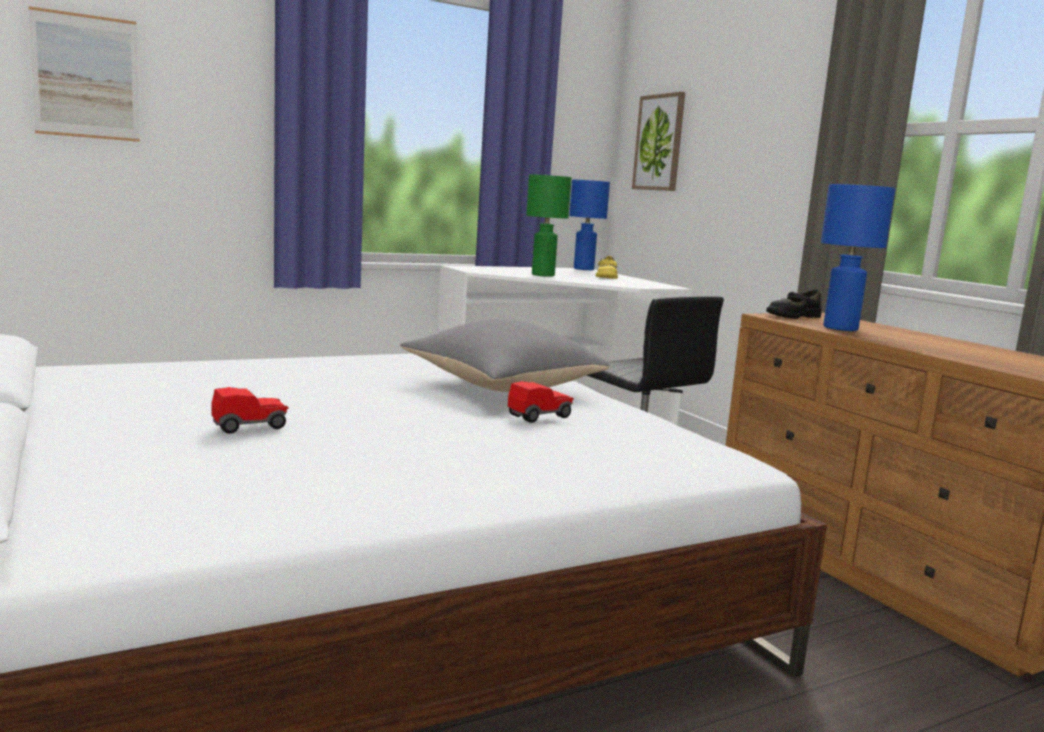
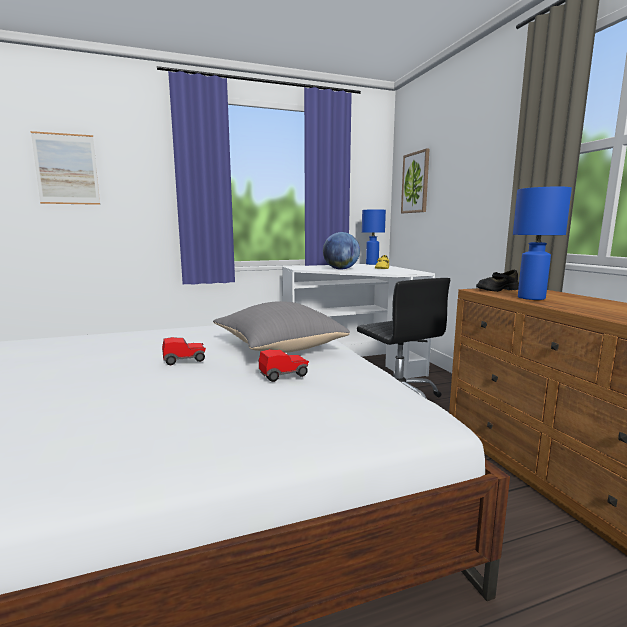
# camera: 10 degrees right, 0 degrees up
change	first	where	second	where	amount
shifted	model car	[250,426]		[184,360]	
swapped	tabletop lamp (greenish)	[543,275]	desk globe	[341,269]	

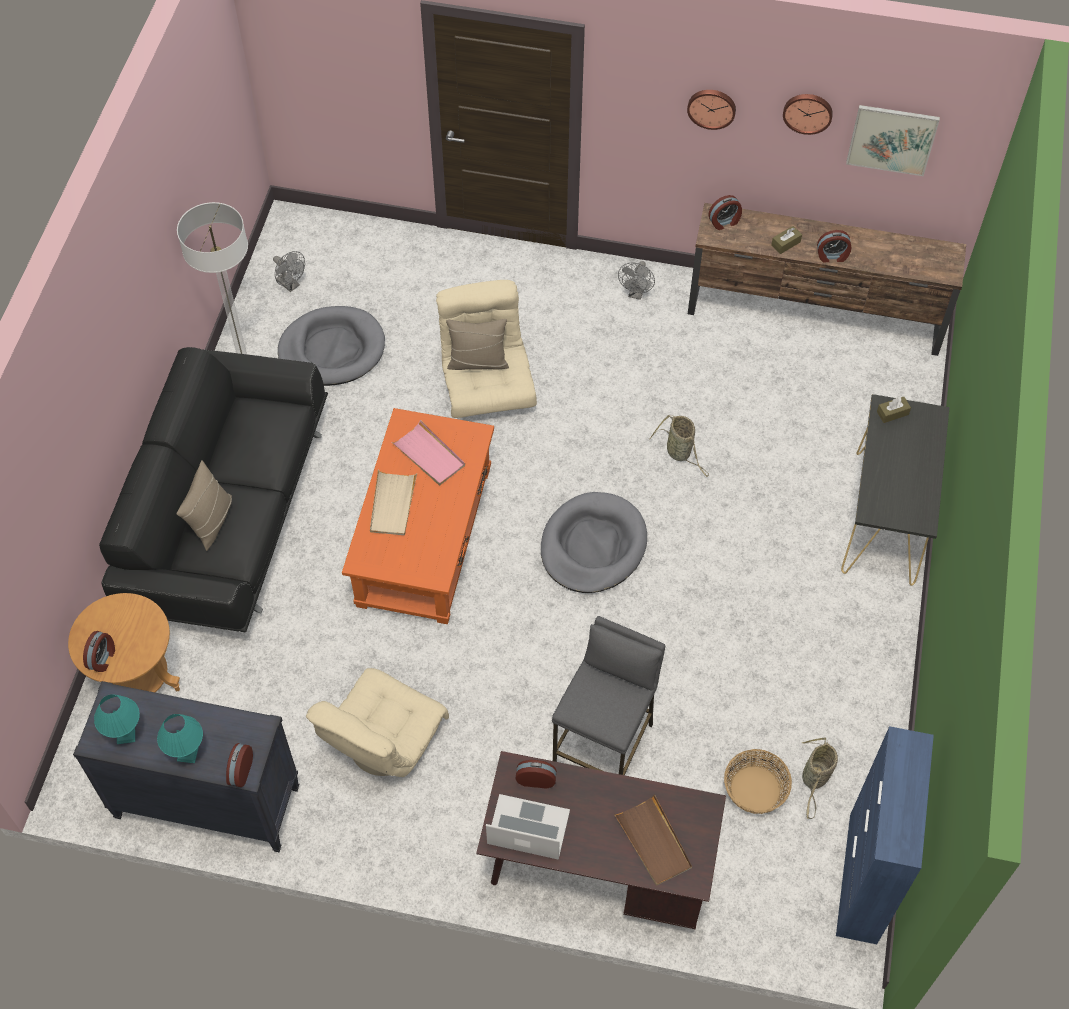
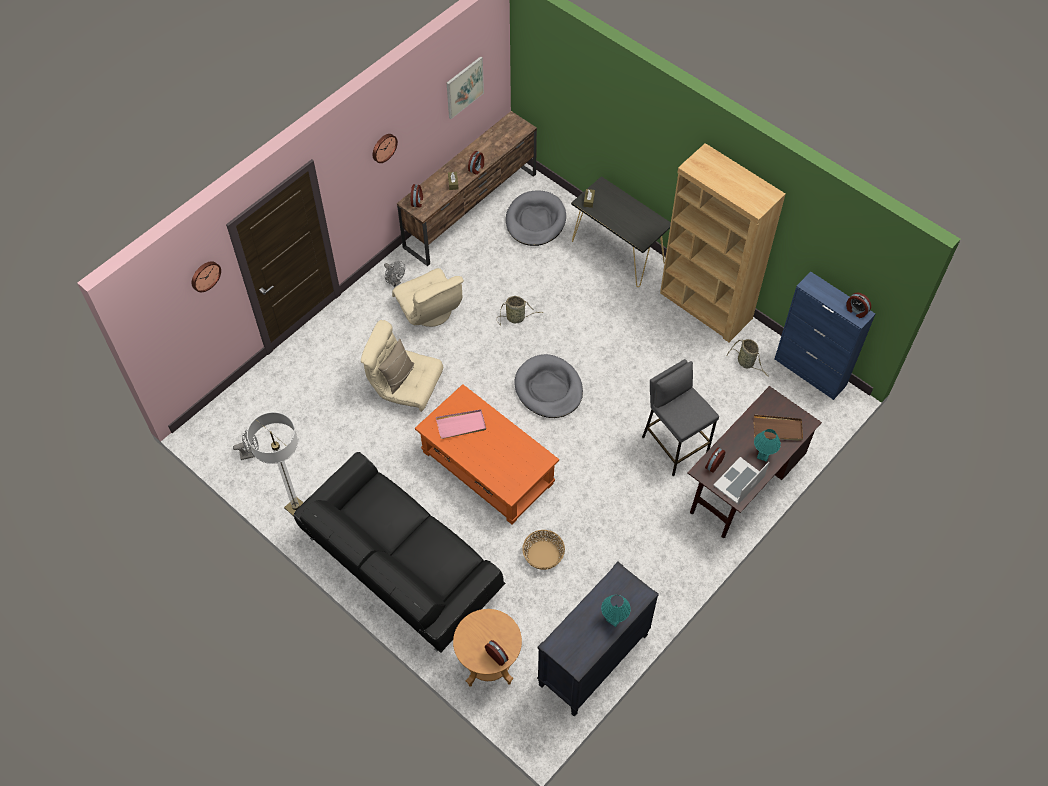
# camera: 60 degrees left, 0 degrees up
change	first	where	second	where	amount
gone	pillow (sand-coloured)	[211,521]			
gone	serving tray (sand-coloured)	[392,504]			
new			bookcase (brown-coloured)	[705,306]	
shifted	tabletop lamp (turquoise-coloured)	[125,734]		[762,455]	
shifted	table clock	[240,771]		[856,311]	
shifted	dog cushion (greyish)	[332,349]		[535,221]	
shifted	easy chair (sand-coloured)	[383,743]		[430,311]	
shifted	household basket	[755,790]		[543,555]	
shifted	clock on the wall	[808,112]		[205,275]	

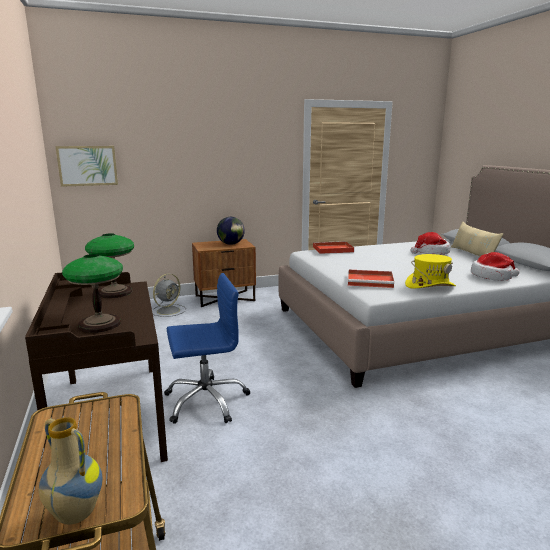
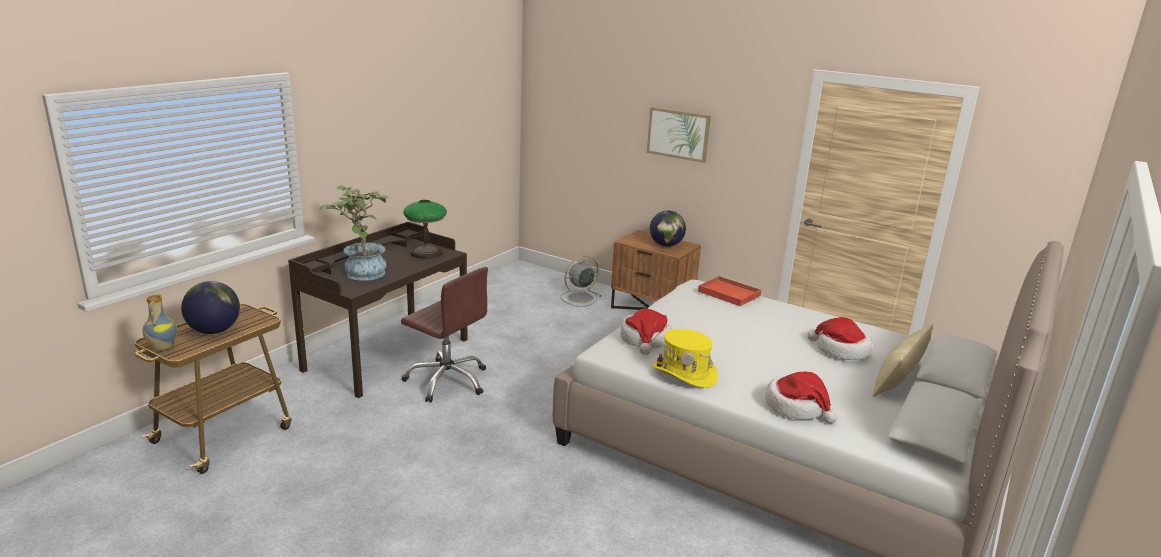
# camera: 50 degrees right, 5 degrees up
change	first	where	second	where	amount
new			desk globe	[214,331]	
shifted	picture	[87,165]		[678,134]	
swapped	tabletop lamp	[99,324]	houseplant	[361,272]	
swapped	serving tray (reddish)	[371,281]	hat	[645,340]	
repainted	office chair (bluish)	[206,401]	office chair (brown-coloured)	[447,380]	
rotated	cooling fan (greyish)	[169,310]		[579,298]	150 degrees clockwise

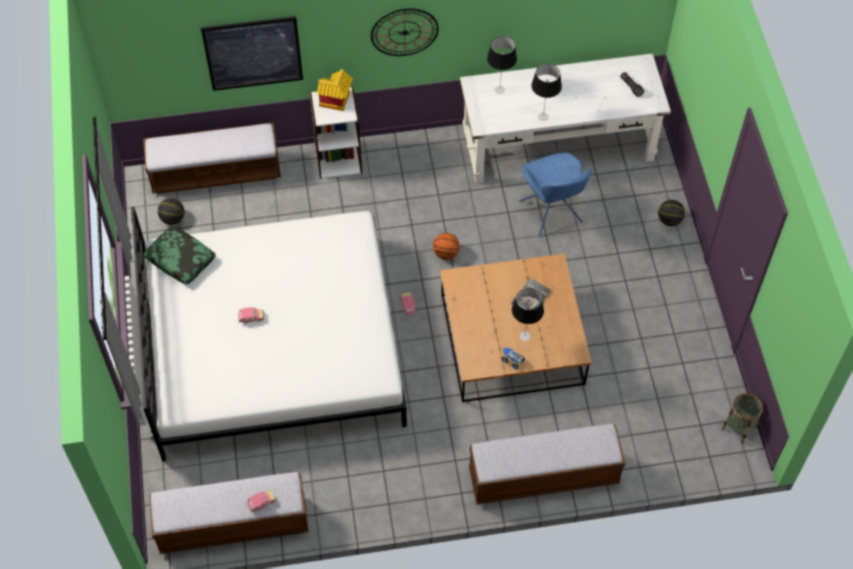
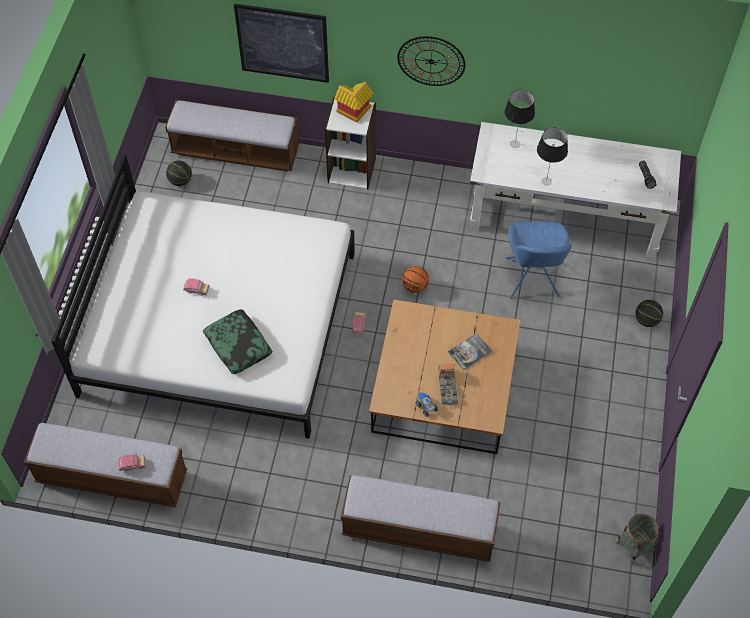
# camera: 20 degrees right, 0 degrees up
change	first	where	second	where	amount
shifted	pillow	[180,259]		[238,345]	
swapped	tabletop lamp	[524,336]	toy truck	[447,387]	

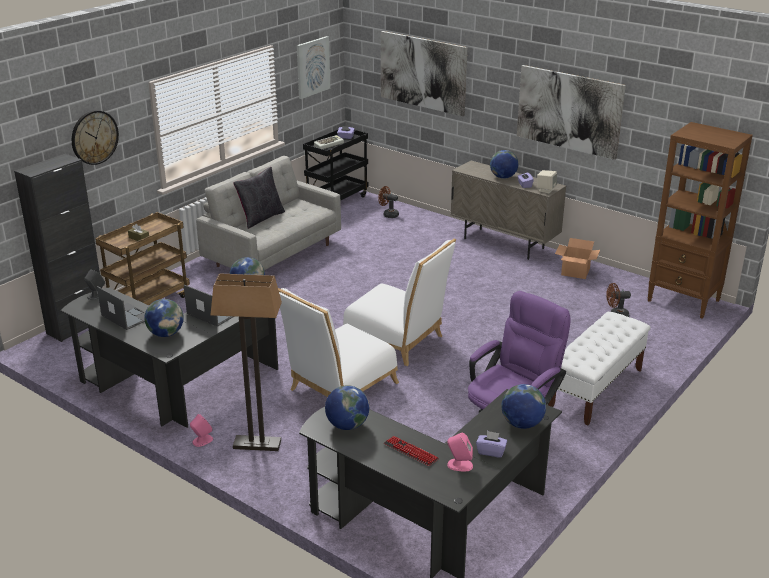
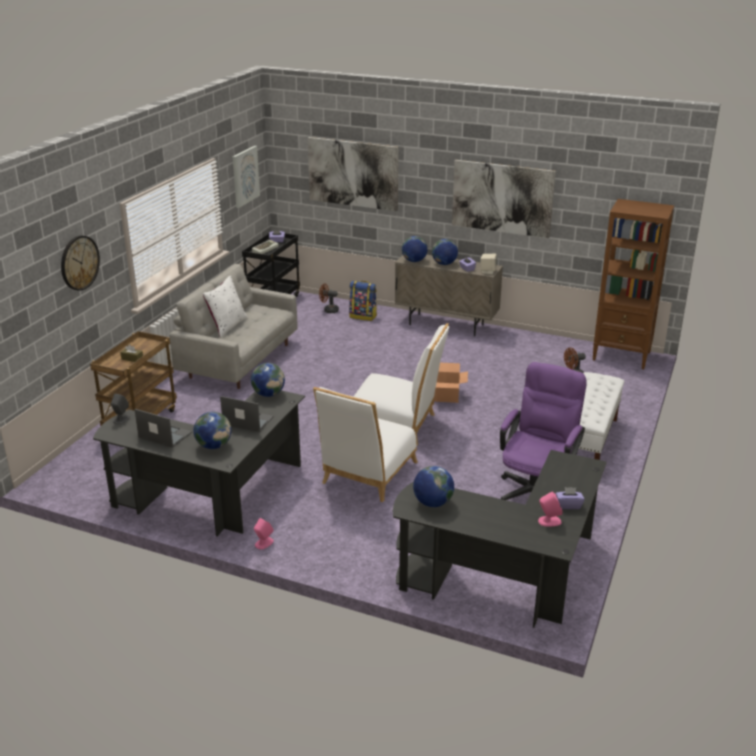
# camera: 15 degrees left, 0 degrees up
change	first	where	second	where	amount
gone	storage cabinet (black-coloured)	[77,326]			
gone	floor lamp	[256,445]			
gone	PC keyboard	[410,452]			
new			knapsack	[363,316]	
shifted	desk globe	[522,424]		[414,261]	
shifted	carton	[576,272]		[446,396]	
repainted	pillow (black-coloured)	[261,218]	pillow (white-coloured)	[227,326]	

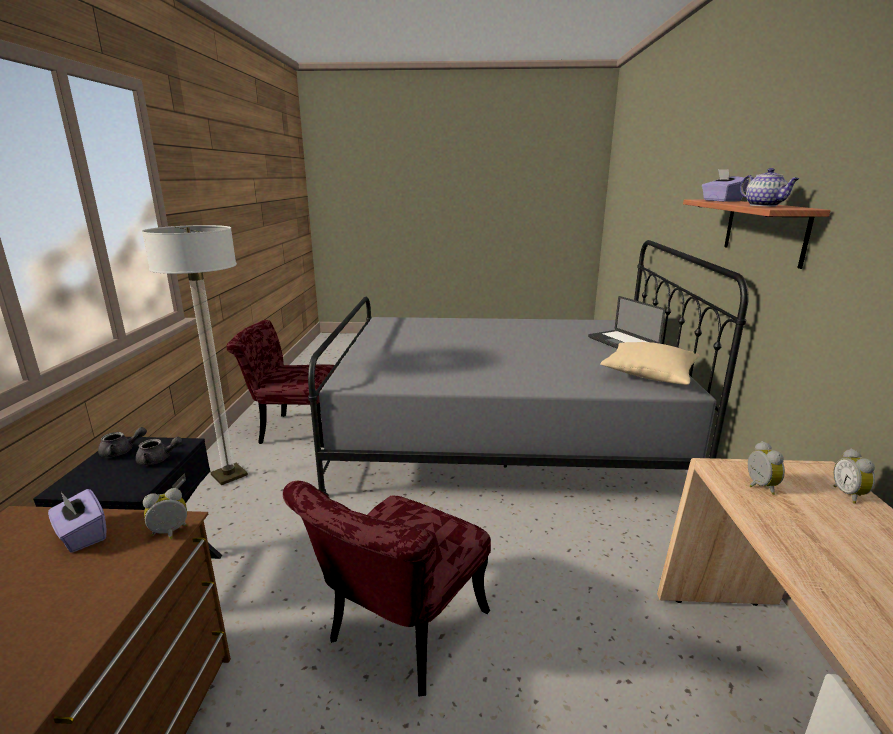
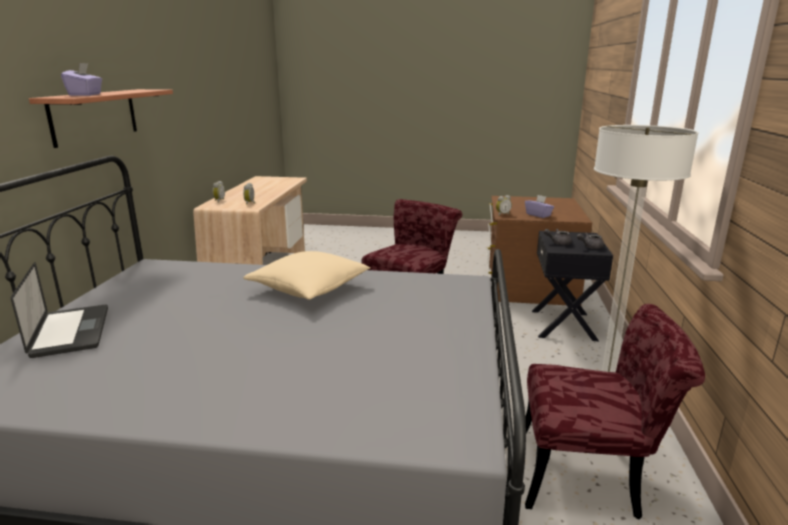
# camera: 175 degrees left, 0 degrees up
change	first	where	second	where	amount
gone	tea pot	[764,205]			
shifted	pillow (sand-coloured)	[648,374]		[309,289]	

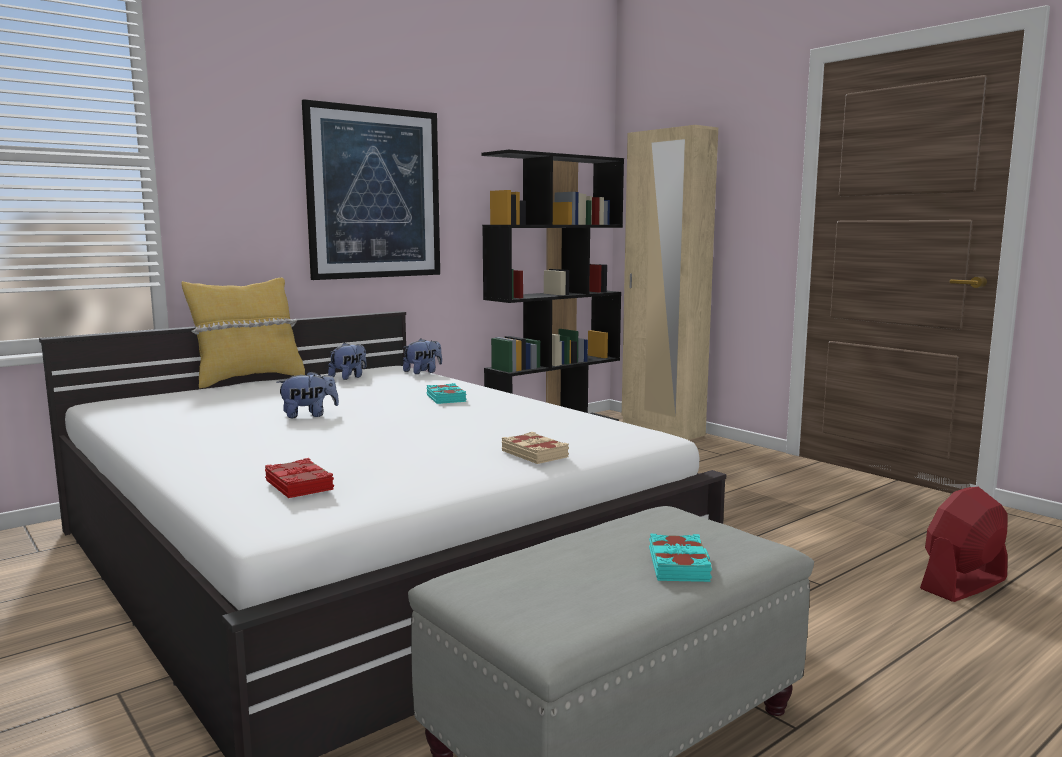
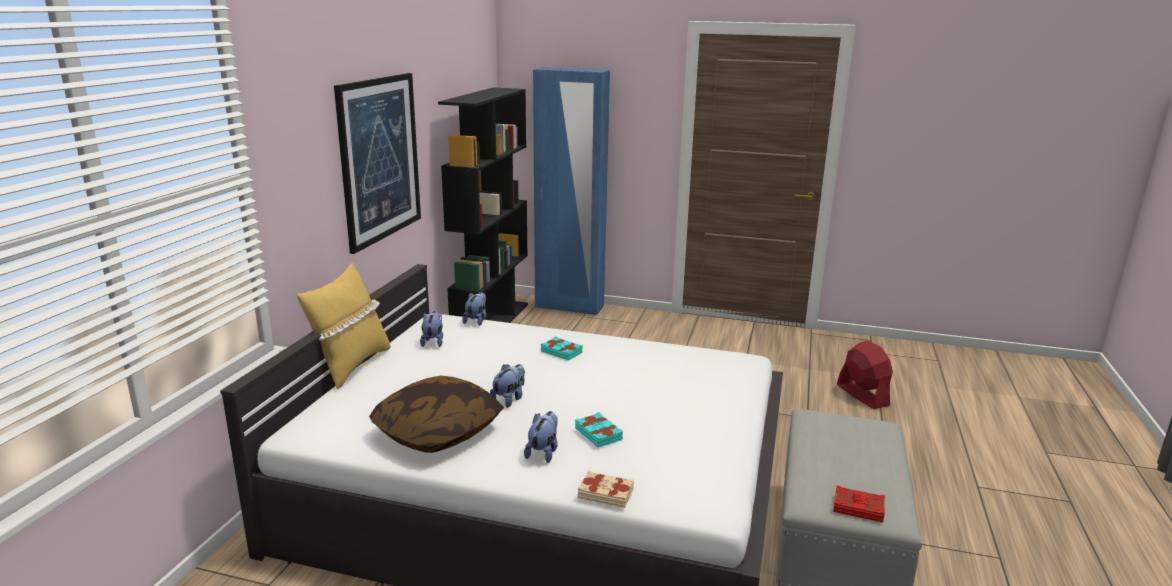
# camera: 35 degrees left, 10 degrees up
change	first	where	second	where	amount
new			pillow	[438,432]	
new			cuddly toy	[543,452]	
shifted	book (reddish)	[300,485]		[858,508]	
shifted	book (sand-coloured)	[535,454]		[606,493]	
shifted	book (turquoise-coloured)	[679,565]		[599,434]	
repainted	clothes cupboard (sand-coloured)	[662,430]	clothes cupboard (bluish)	[569,307]	
rotated	cooling fan (reddish)	[963,584]		[862,395]	135 degrees clockwise

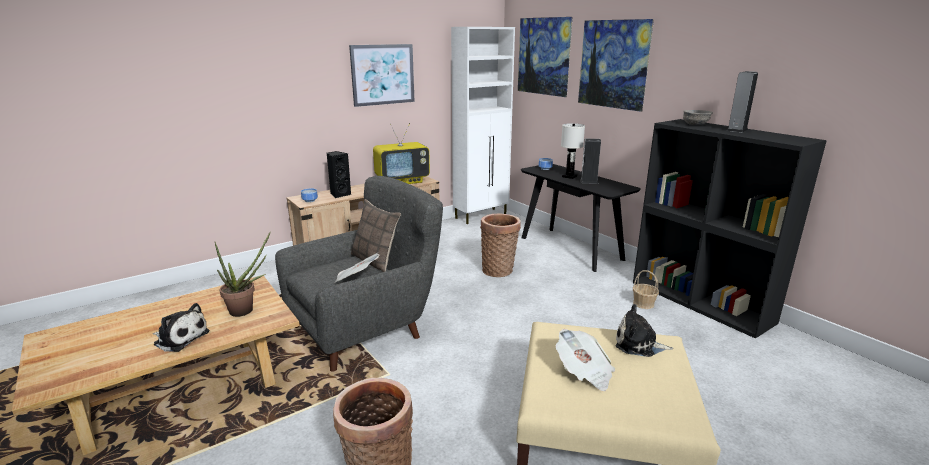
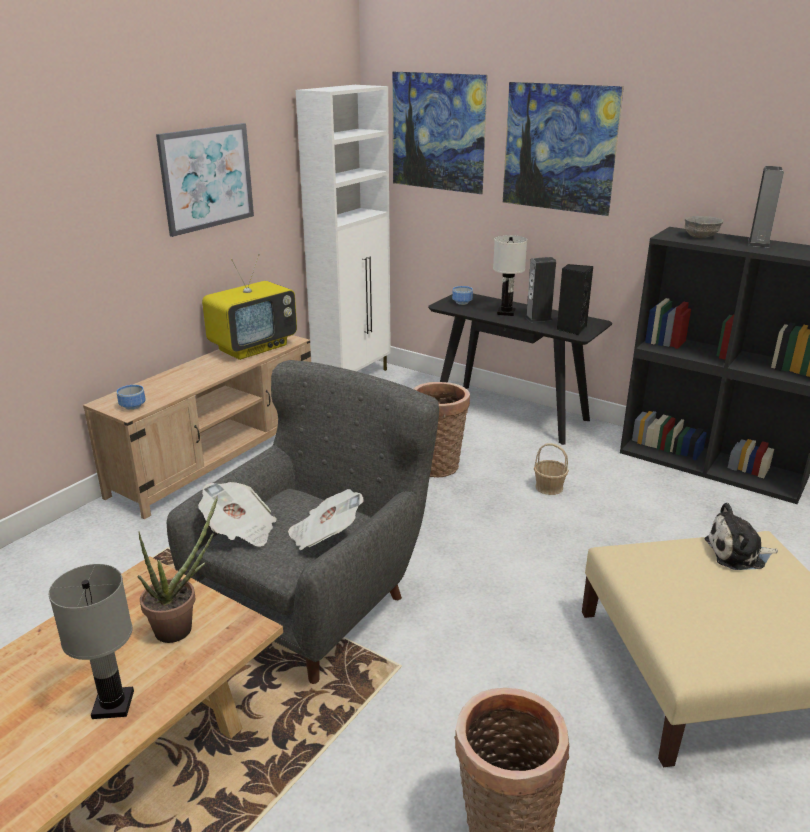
# camera: 20 degrees left, 5 degrees up
change	first	where	second	where	amount
gone	pillow	[375,261]			
shifted	audio speaker (black-coloured)	[339,194]		[571,329]	
shifted	daily paper	[584,372]		[240,530]	
shifted	household basket	[643,303]		[549,487]	
swapped	cuddly toy	[180,338]	tabletop lamp (greyish)	[112,704]	

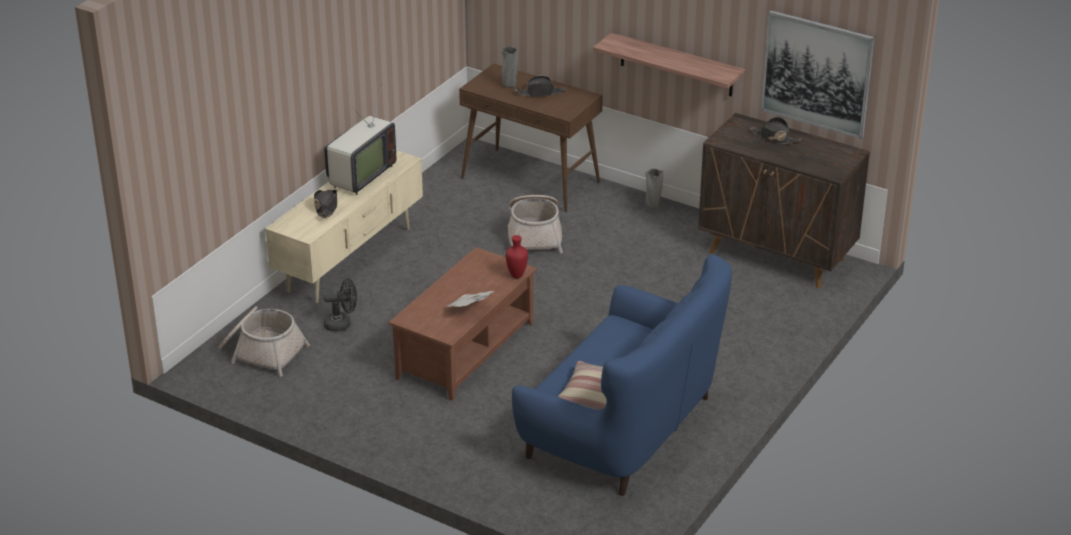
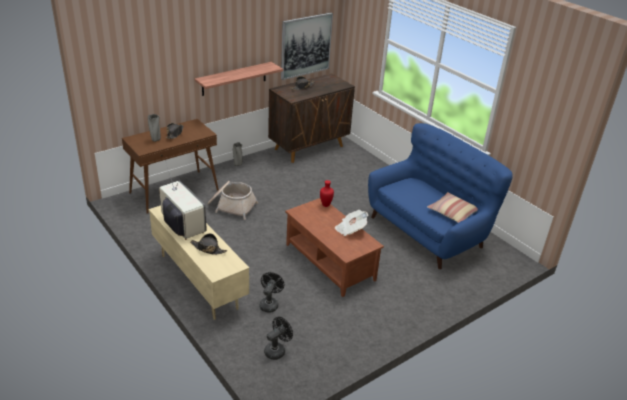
# camera: 70 degrees left, 0 degrees up
change	first	where	second	where	amount
swapped	household basket	[261,351]	cooling fan (black-coloured)	[277,350]	

